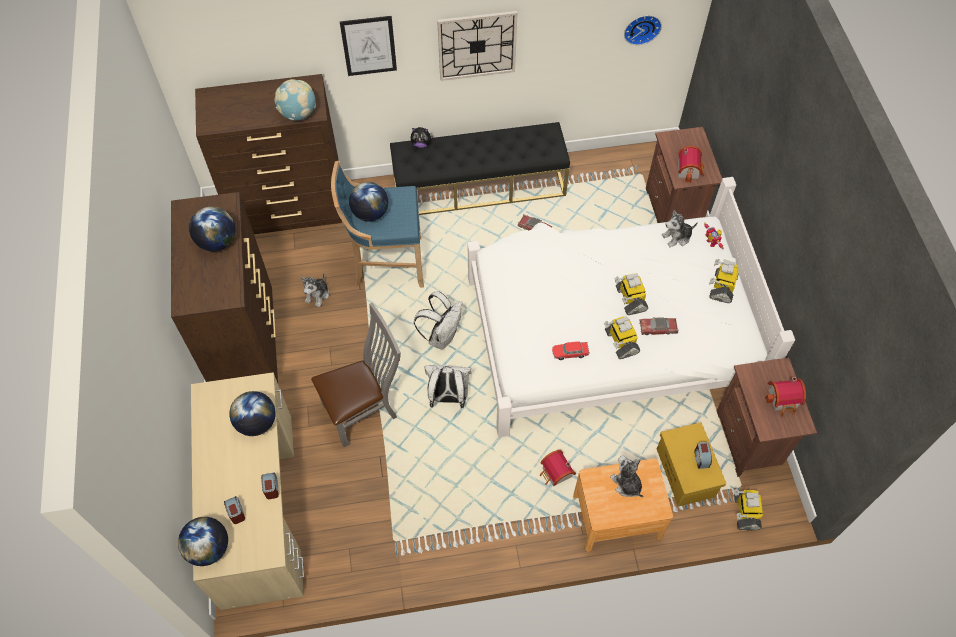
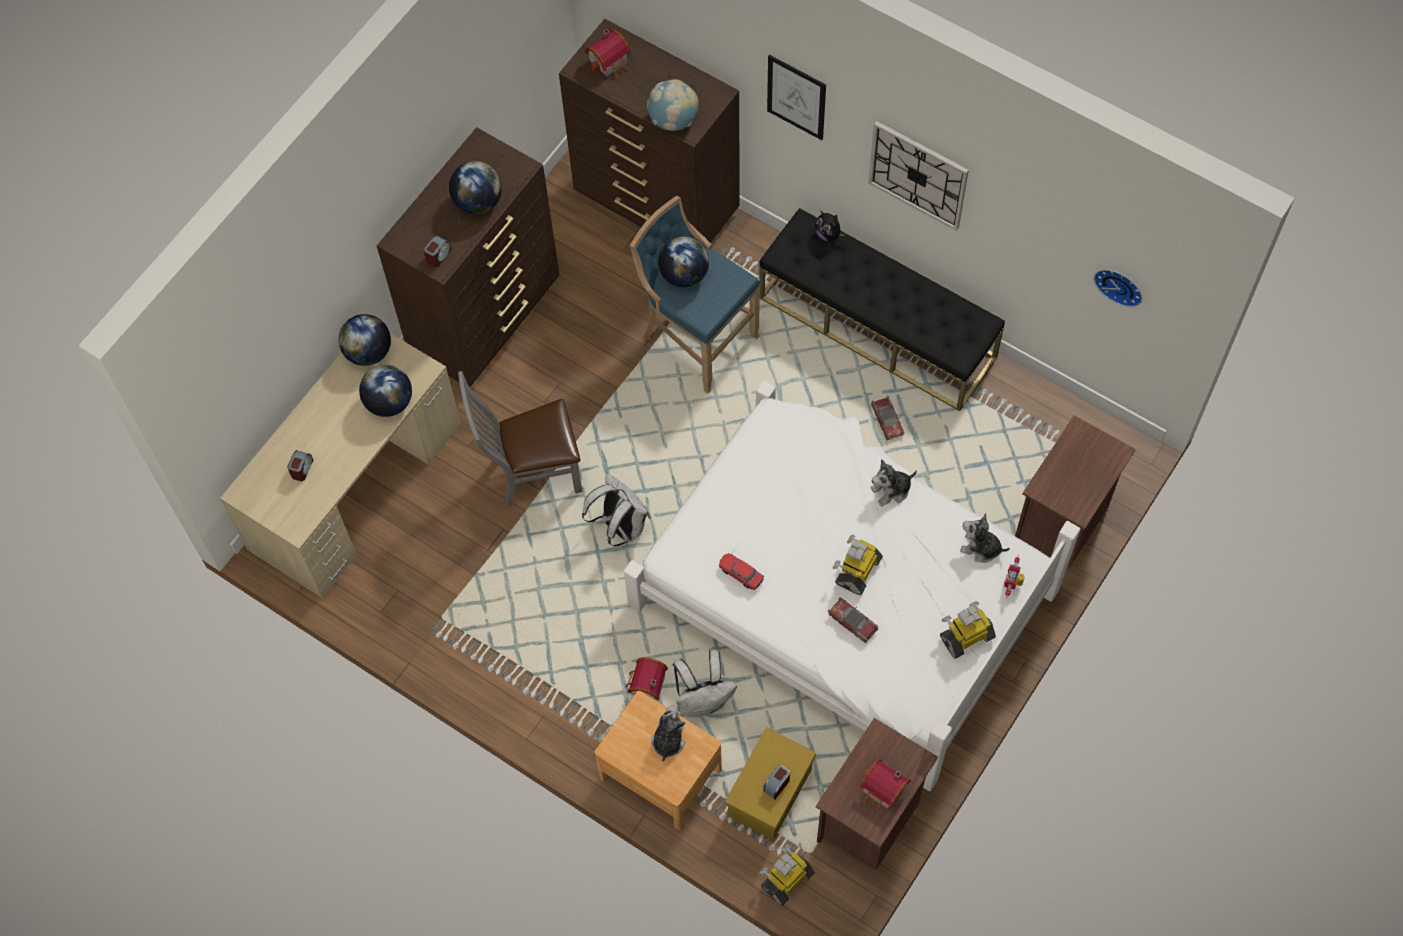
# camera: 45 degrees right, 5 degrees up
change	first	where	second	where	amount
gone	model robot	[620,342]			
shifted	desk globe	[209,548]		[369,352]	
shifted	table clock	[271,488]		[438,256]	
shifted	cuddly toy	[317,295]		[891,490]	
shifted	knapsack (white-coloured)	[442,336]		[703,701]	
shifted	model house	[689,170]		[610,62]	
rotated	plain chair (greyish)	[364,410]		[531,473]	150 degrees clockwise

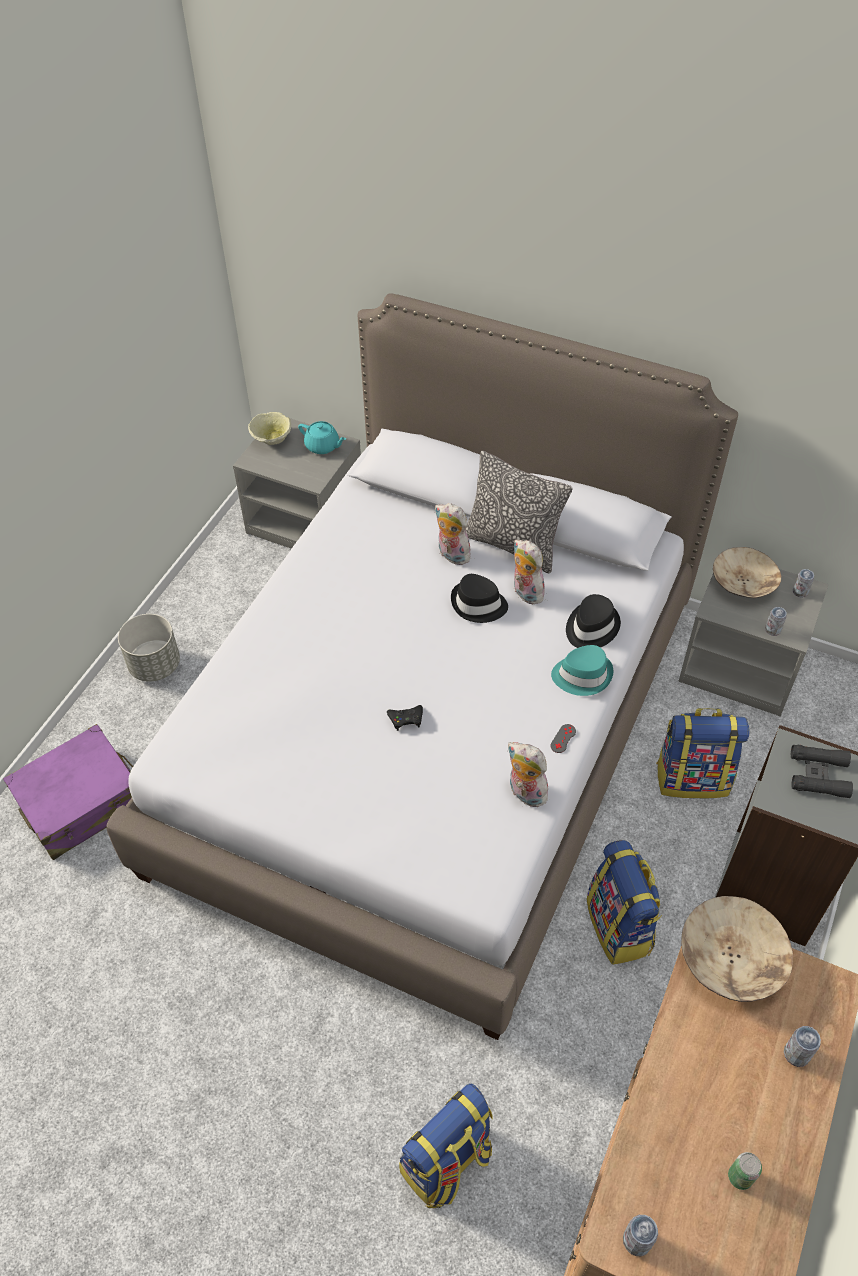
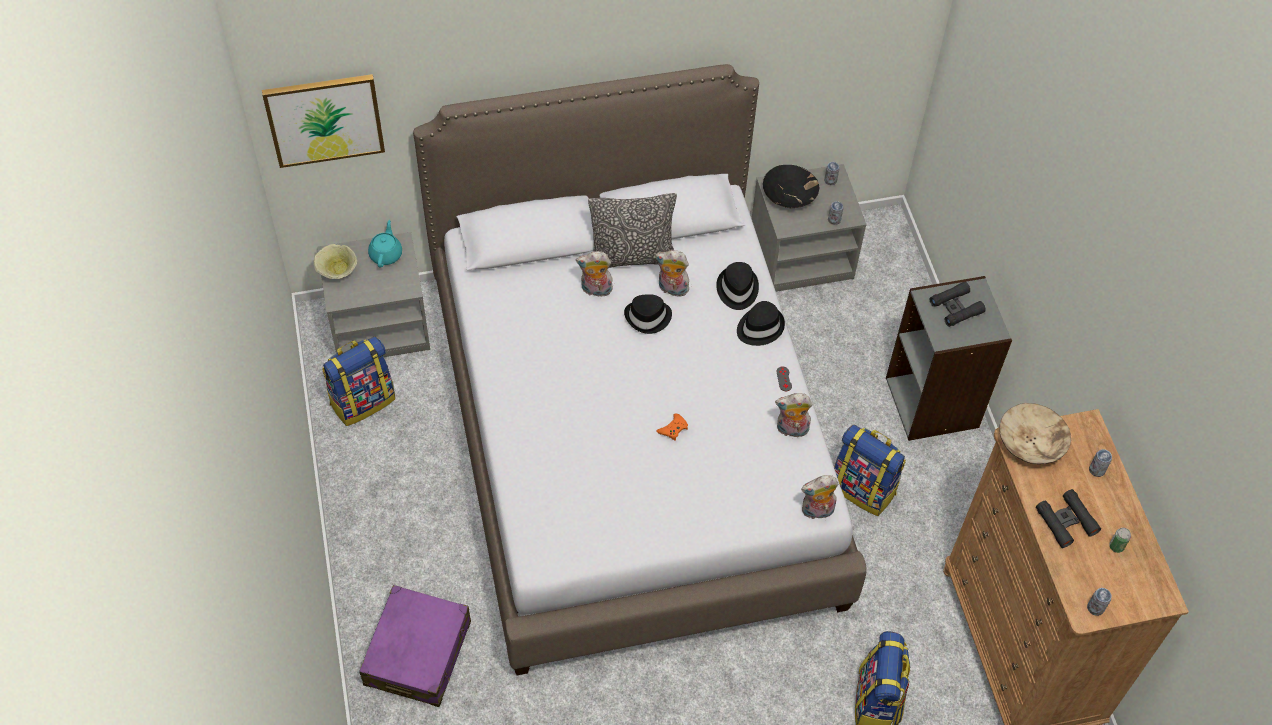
# camera: 40 degrees left, 5 degrees up
change	first	where	second	where	amount
gone	planter (greyish)	[155,665]			
new			picture	[324,119]	
new			cuddly toy	[817,511]	
new			field glasses (black-coloured)	[1066,521]	
shifted	knapsack	[693,778]		[362,400]	
repainted	joypad (black-coloured)	[406,719]	joypad (orange-coloured)	[673,429]	
repainted	hat (turquoise-coloured)	[582,675]	hat (black-coloured)	[759,327]	
repainted	serving bowl (sand-coloured)	[743,583]	serving bowl (black-coloured)	[789,195]	
rotated	tea pot (turquoise-coloured)	[322,446]		[386,254]	75 degrees counterclockwise

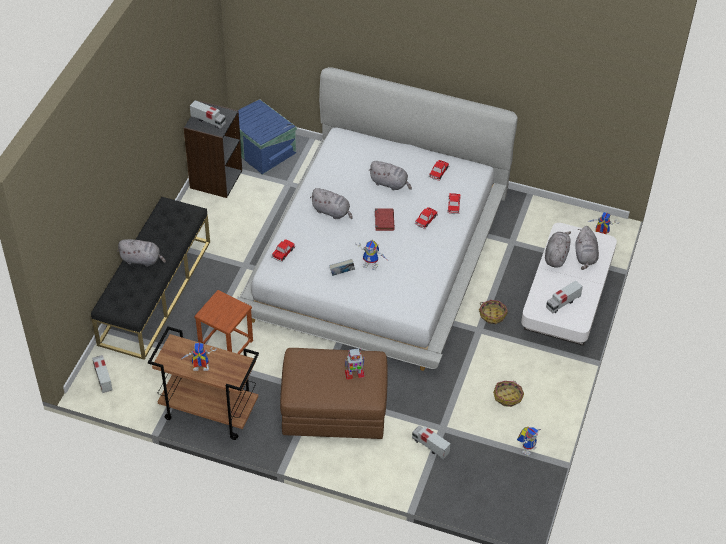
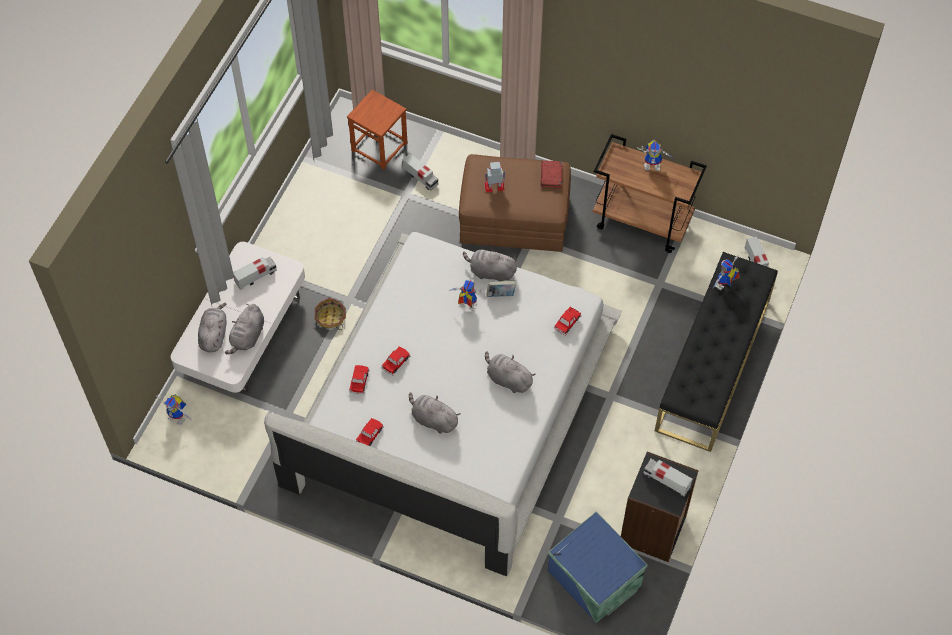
# camera: 175 degrees left, 10 degrees up
change	first	where	second	where	amount
gone	household basket	[508,396]			
shifted	cuddly toy (greyish)	[142,260]		[490,272]	
shifted	stool (brown-coloured)	[225,345]		[379,146]	
shifted	book (reddish)	[384,221]		[551,176]	
shifted	model robot	[527,447]		[723,286]	

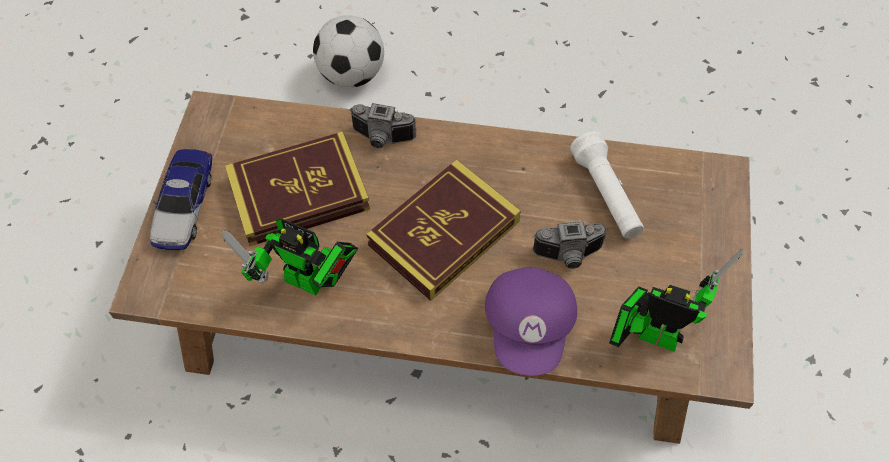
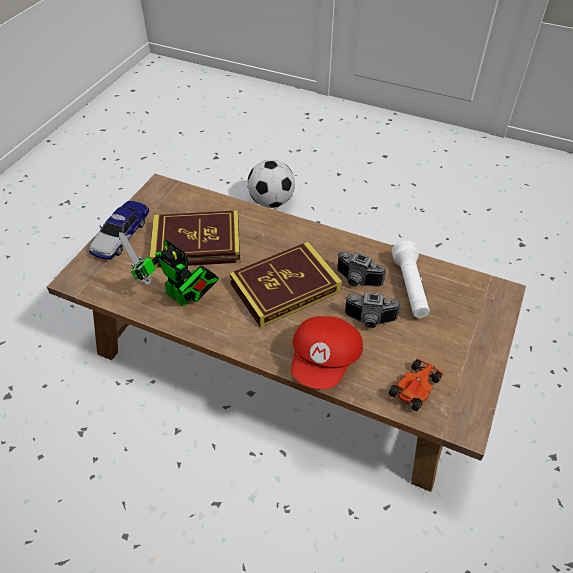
# camera: 15 degrees right, 10 degrees down
change	first	where	second	where	amount
shifted	photo camera	[381,139]		[356,281]	
swapped	model robot	[651,335]	model car	[416,387]	
repainted	cap (purple)	[530,327]	cap (reddish)	[325,361]	

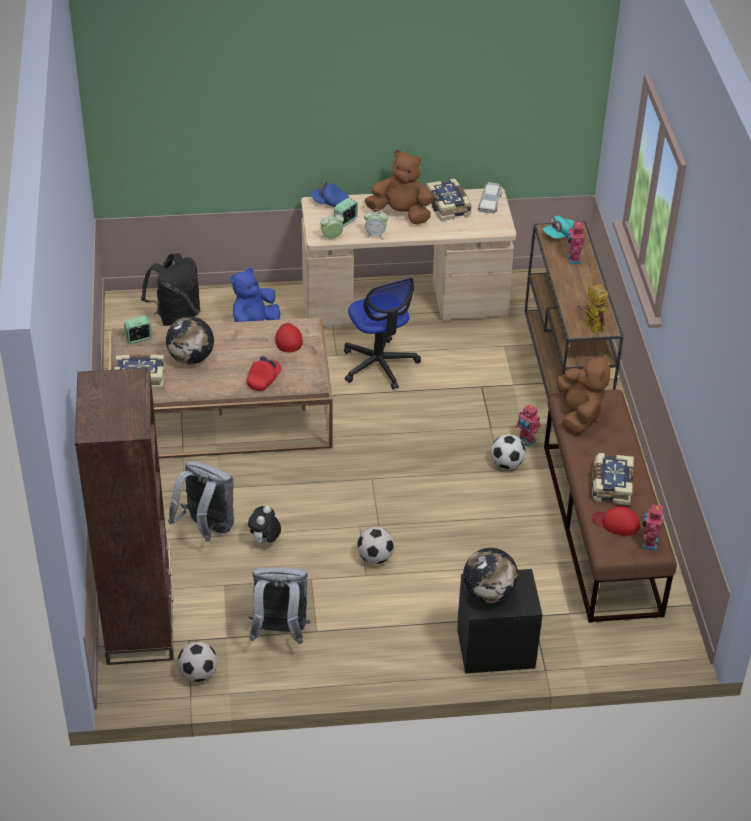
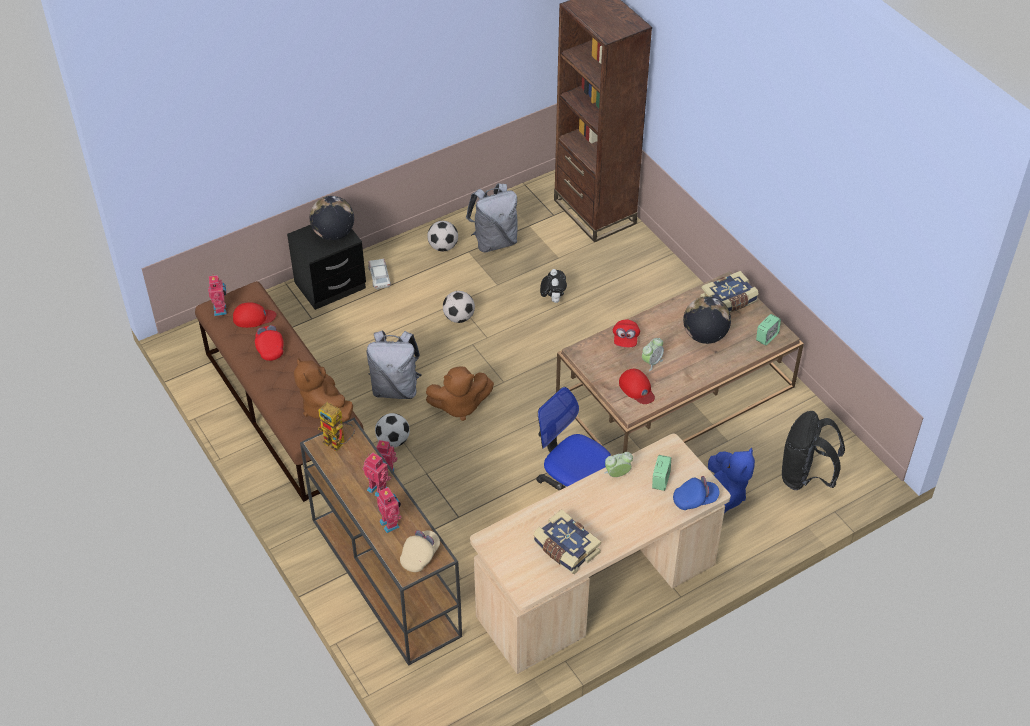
# camera: 155 degrees right, 5 degrees up
change	first	where	second	where	amount
new			model robot	[378,488]	
shifted	knapsack (greyish)	[206,528]		[396,388]	
shifted	football	[198,673]		[443,247]	
shifted	table clock	[331,237]		[651,362]	
shifted	cuddly toy (brown-coloured)	[401,214]		[459,406]	
shifted	model car	[490,202]		[379,277]	
swapped	book	[610,486]	cap (reddish)	[270,348]	
repainted	cap (turquoise-coloured)	[560,235]	cap (sand-coloured)	[420,555]	

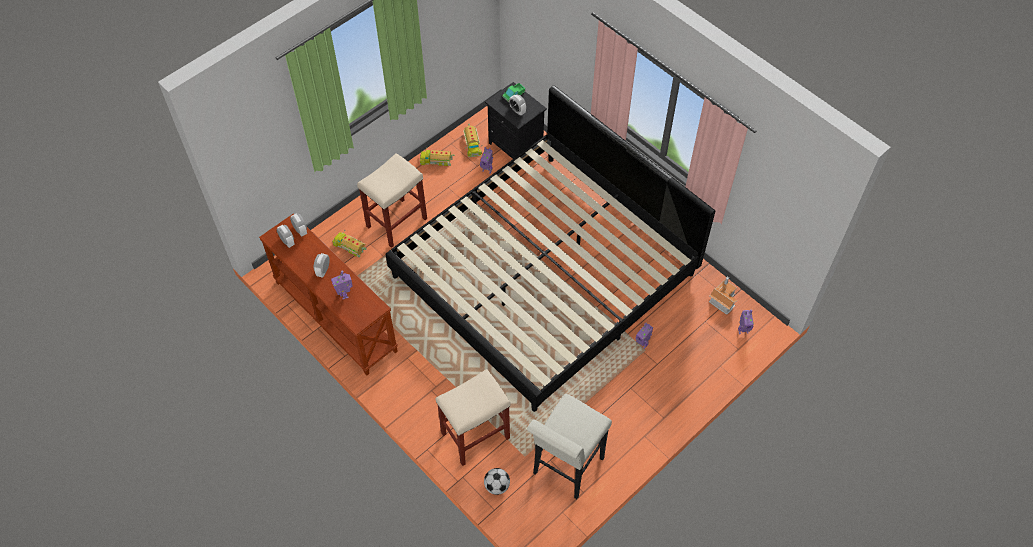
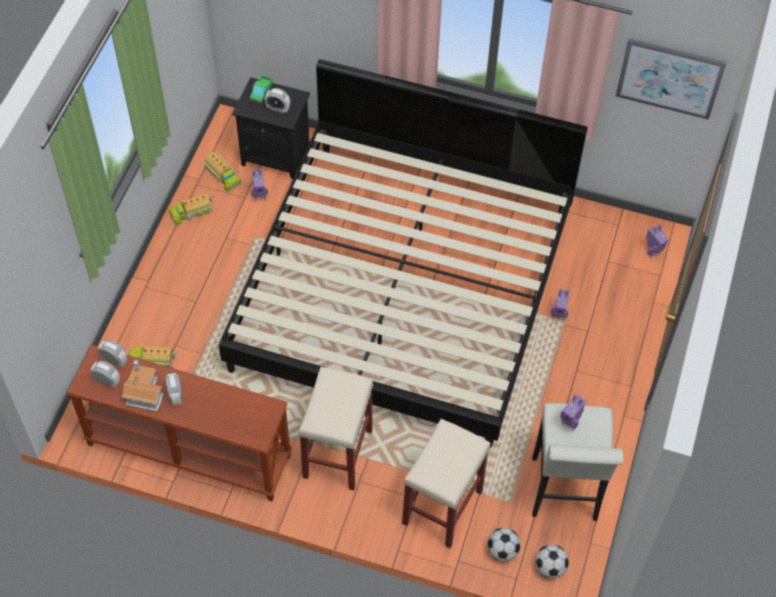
# camera: 30 degrees left, 0 degrees up
change	first	where	second	where	amount
new			football	[549,568]	
new			picture	[669,78]	
shifted	model robot	[345,294]		[570,423]	
shifted	stool (sand-coloured)	[397,222]		[337,452]	
shifted	model house	[722,299]		[143,392]	

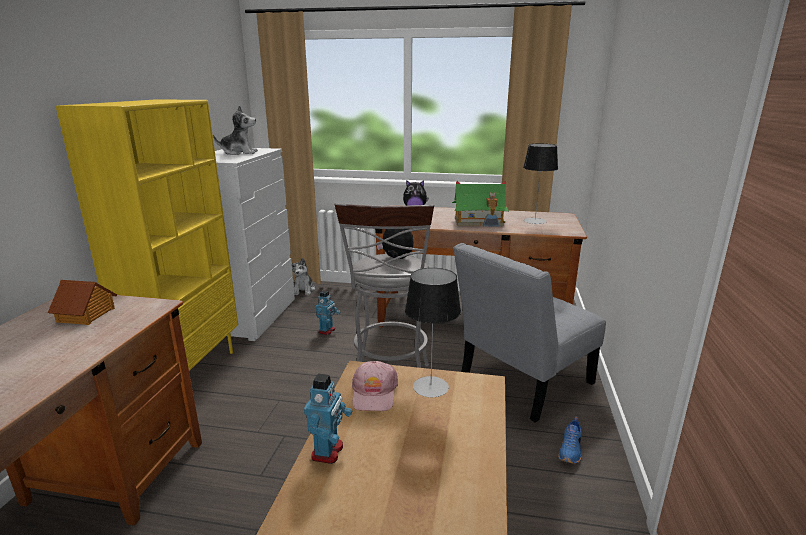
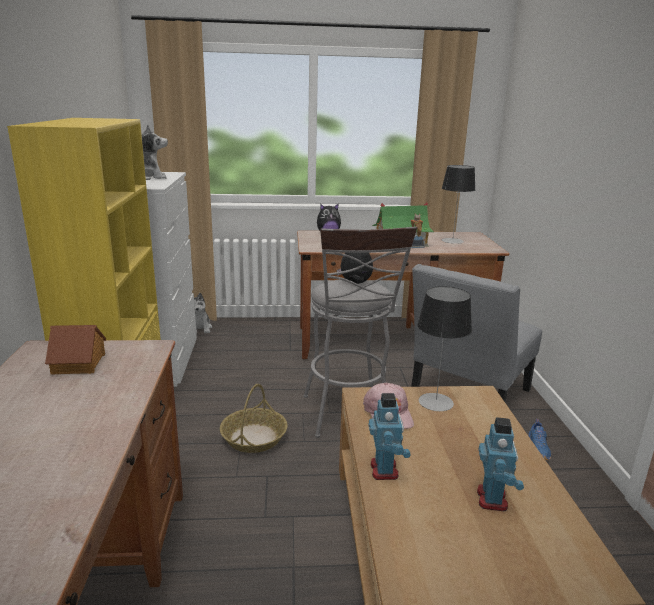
# camera: 15 degrees left, 0 degrees up
change	first	where	second	where	amount
new			household basket	[254,438]	
shifted	model robot	[327,331]		[493,499]	

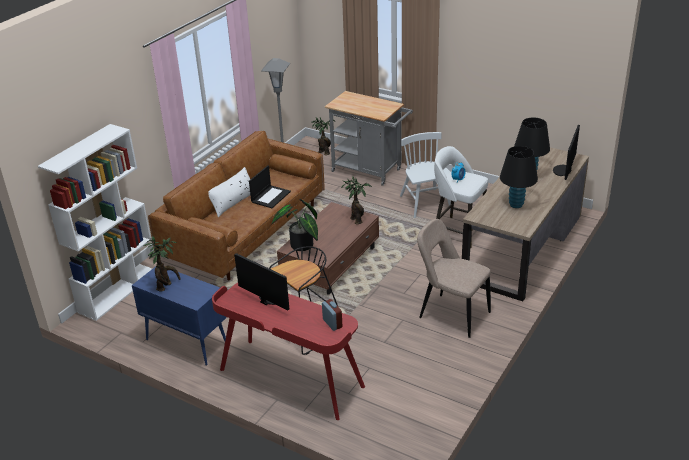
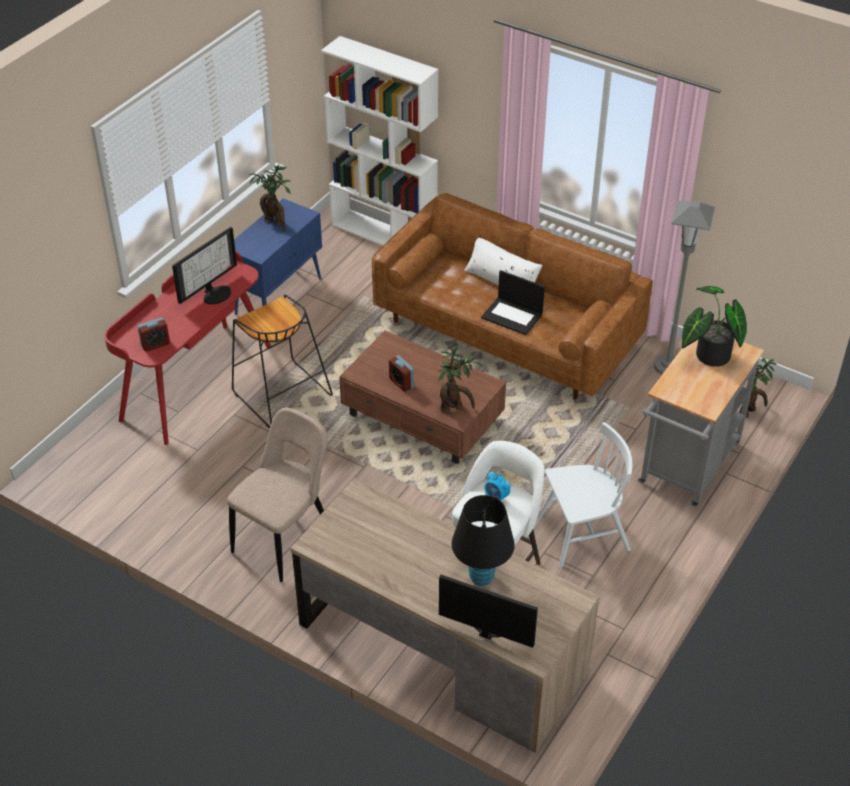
# camera: 90 degrees right, 10 degrees up
change	first	where	second	where	amount
gone	tabletop lamp (black-coloured)	[516,205]			
new			table clock	[401,383]	
shifted	houseplant	[301,247]		[708,355]	

